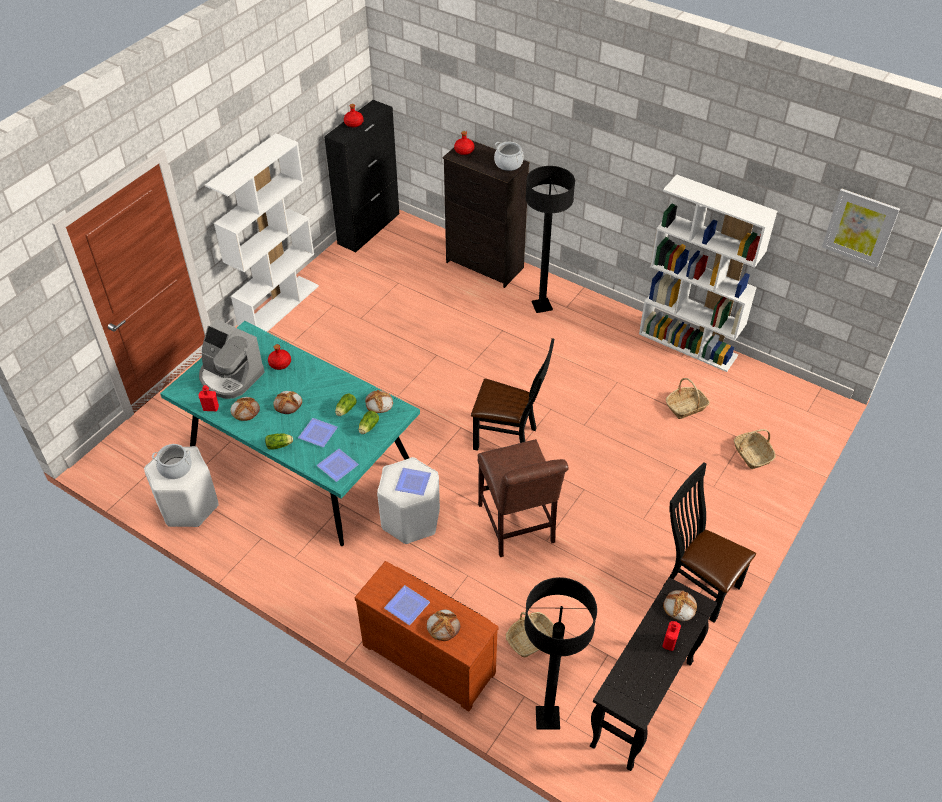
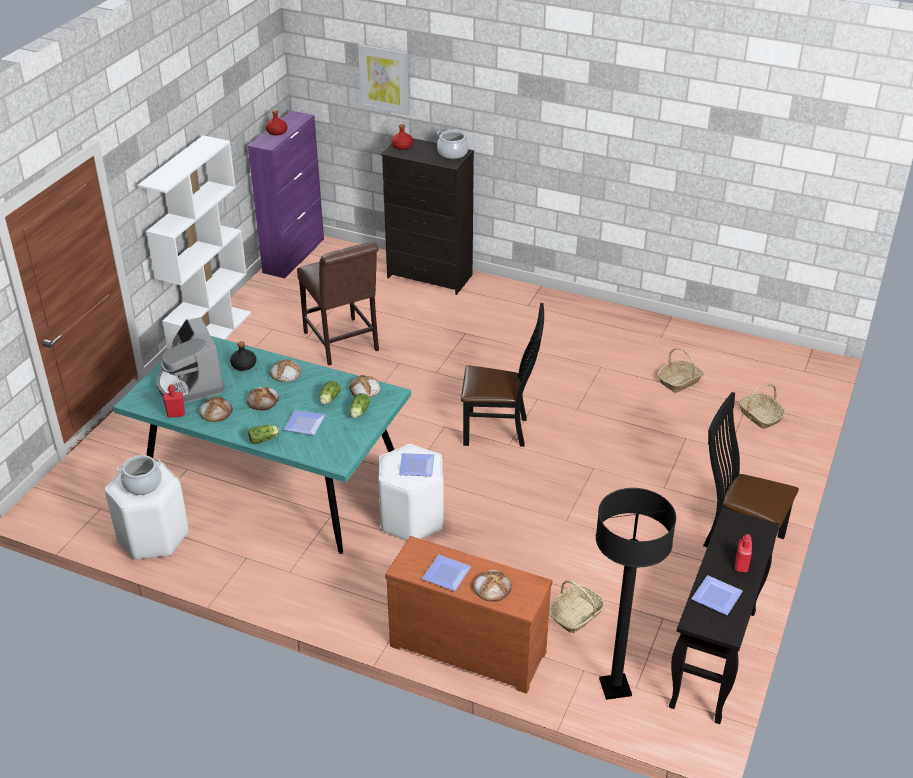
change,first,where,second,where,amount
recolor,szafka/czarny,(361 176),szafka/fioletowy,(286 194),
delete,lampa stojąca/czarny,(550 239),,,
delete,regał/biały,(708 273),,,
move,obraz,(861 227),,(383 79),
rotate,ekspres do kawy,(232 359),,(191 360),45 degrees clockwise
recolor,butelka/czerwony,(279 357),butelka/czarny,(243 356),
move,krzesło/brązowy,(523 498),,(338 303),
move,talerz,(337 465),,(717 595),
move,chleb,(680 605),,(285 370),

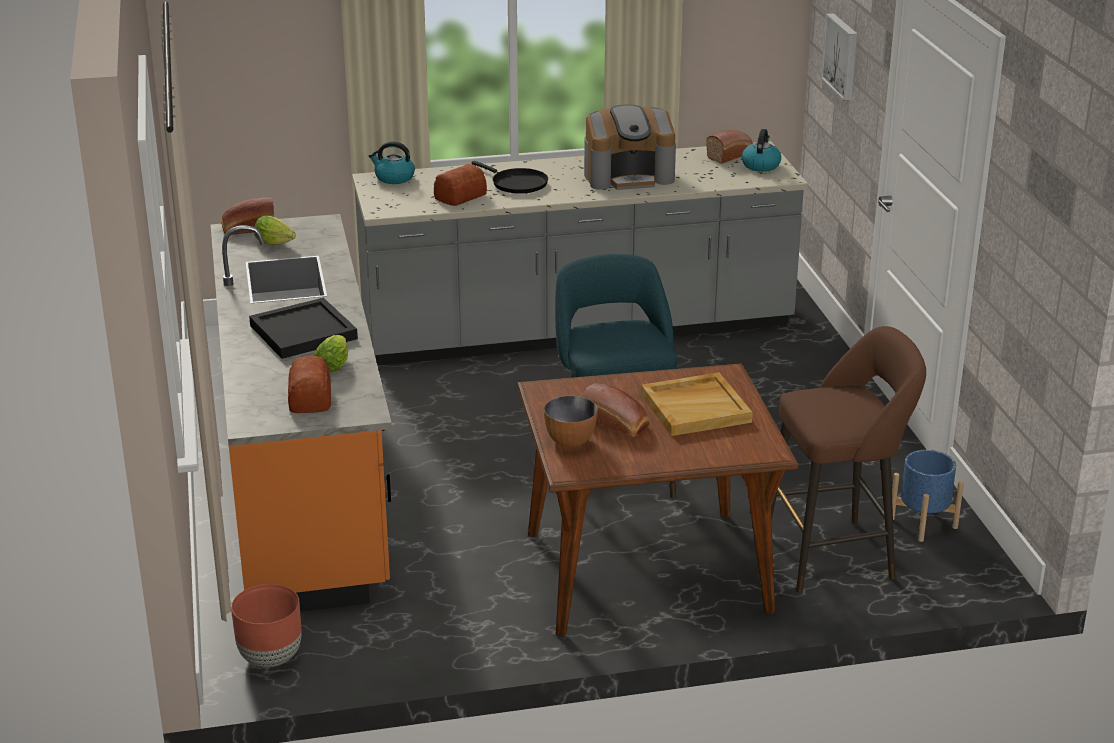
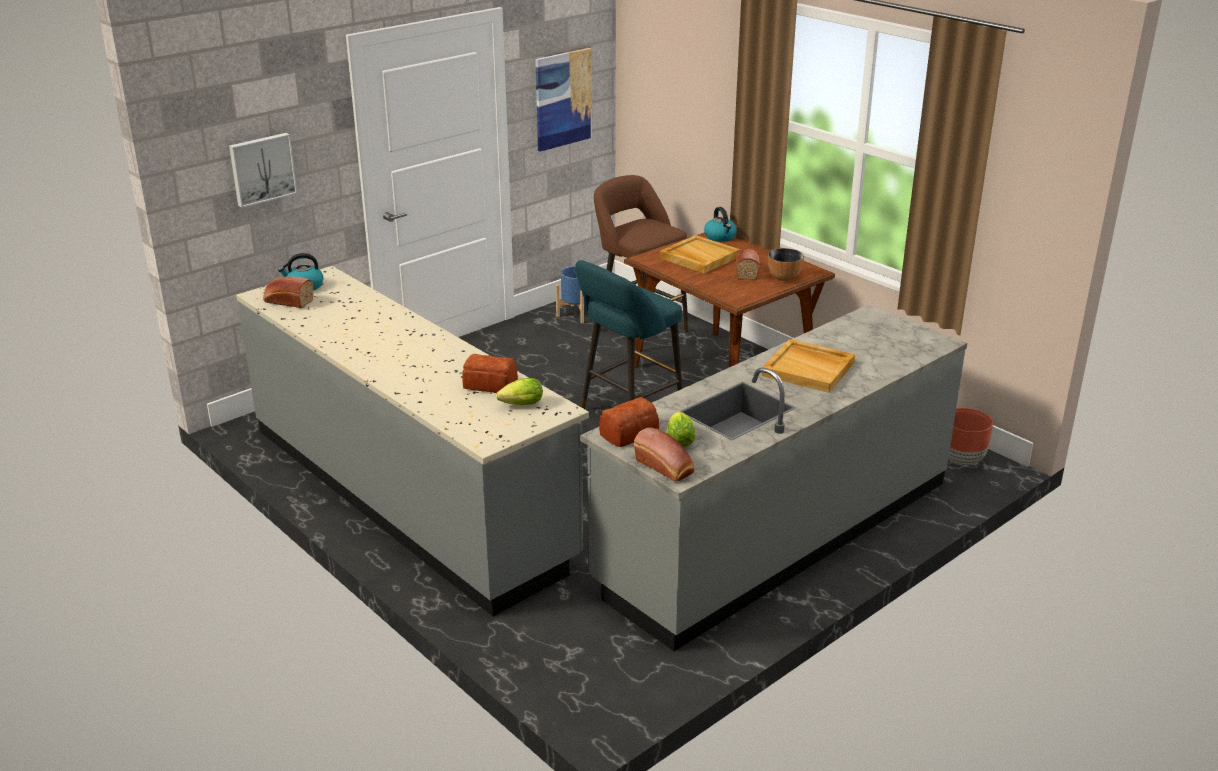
change,first,where,second,where,amount
delete,ekspres do kawy,(630 147),,,
move,czajnik,(392 163),,(720 224),
delete,patelnia/czarny,(510 177),,,
recolor,zabudowa kuchenna/pomarańczowy,(301 413),zabudowa kuchenna/szary,(773 477),
recolor,taca/czarny,(303 328),taca/beżowy,(808 366),
move,sałata,(331 353),,(519 391),
move,chleb,(309 384),,(629 422),
insert,,,obraz,(563 100),

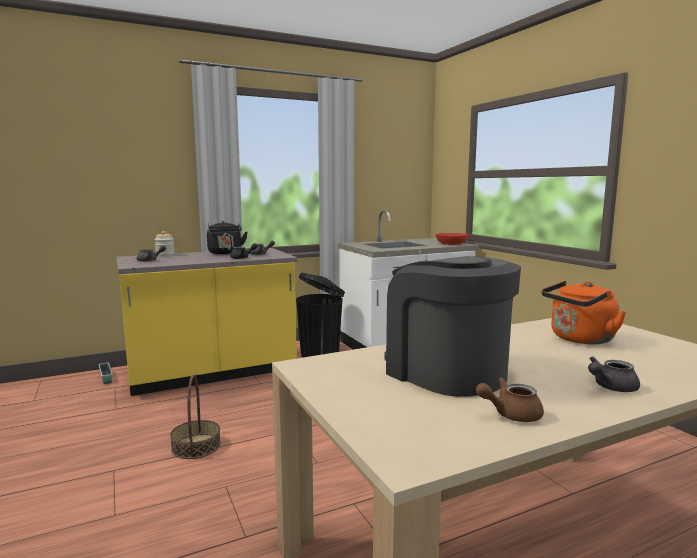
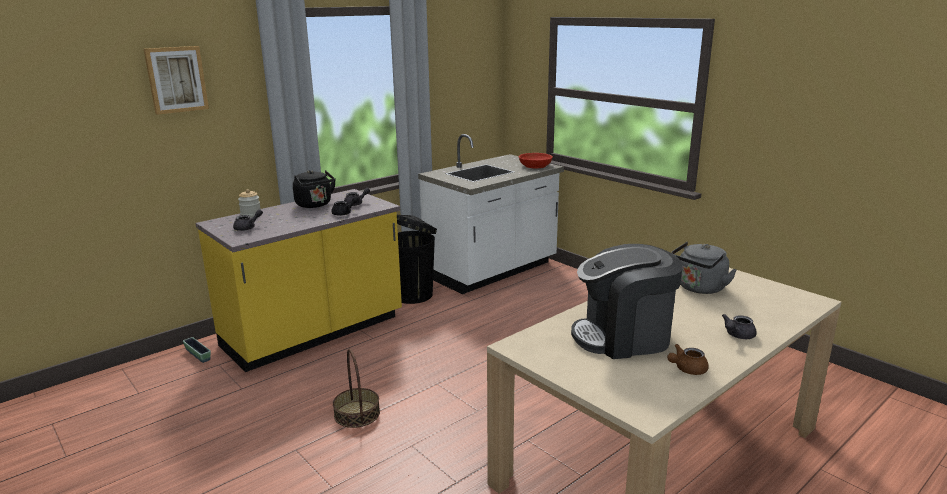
change,first,where,second,where,amount
rotate,ekspres do kawy,(453 326),,(627 301),45 degrees counterclockwise
recolor,czajnik/pomarańczowy,(584 313),czajnik/szary,(704 268),
insert,,,obraz,(176 80),

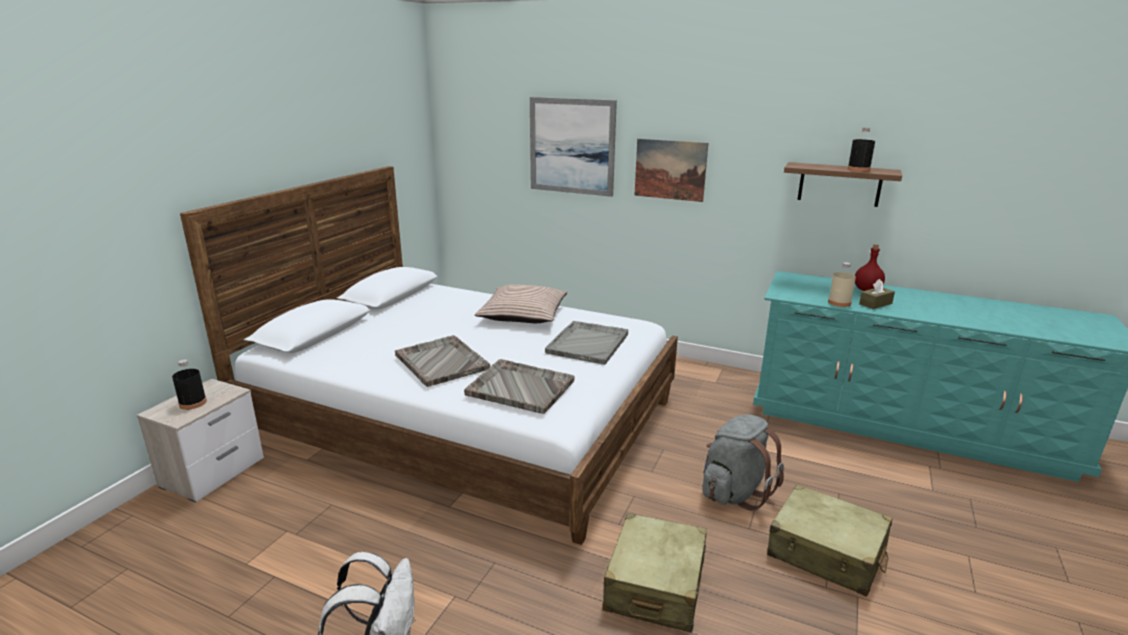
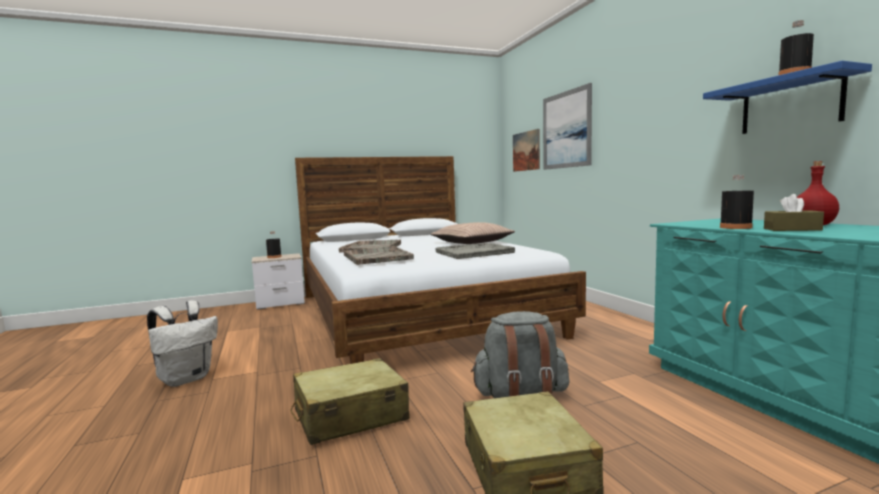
change,first,where,second,where,amount
move,obraz,(671 170),,(526 150),
recolor,półka/brązowy,(843 184),półka/niebieski,(787 97),
recolor,butelka/beżowy,(842 284),butelka/czarny,(737 202),

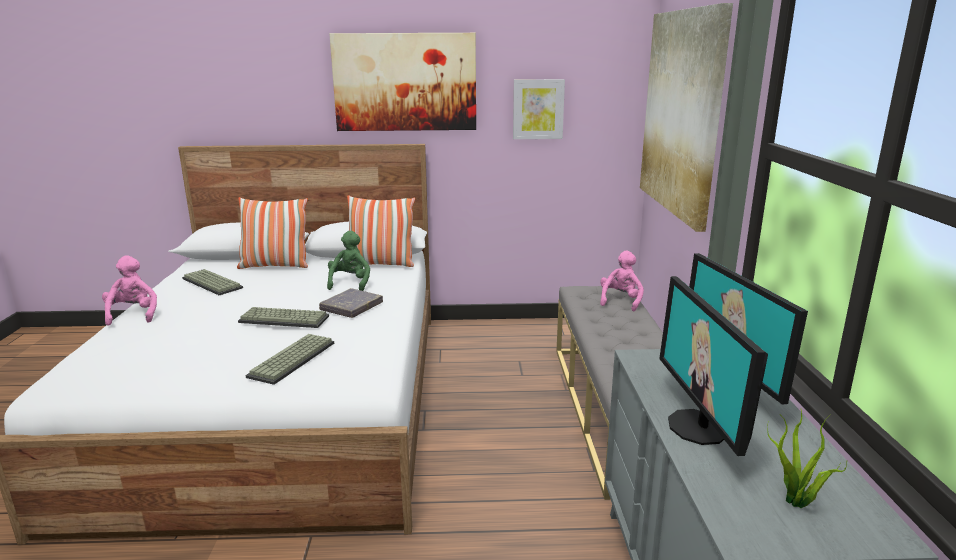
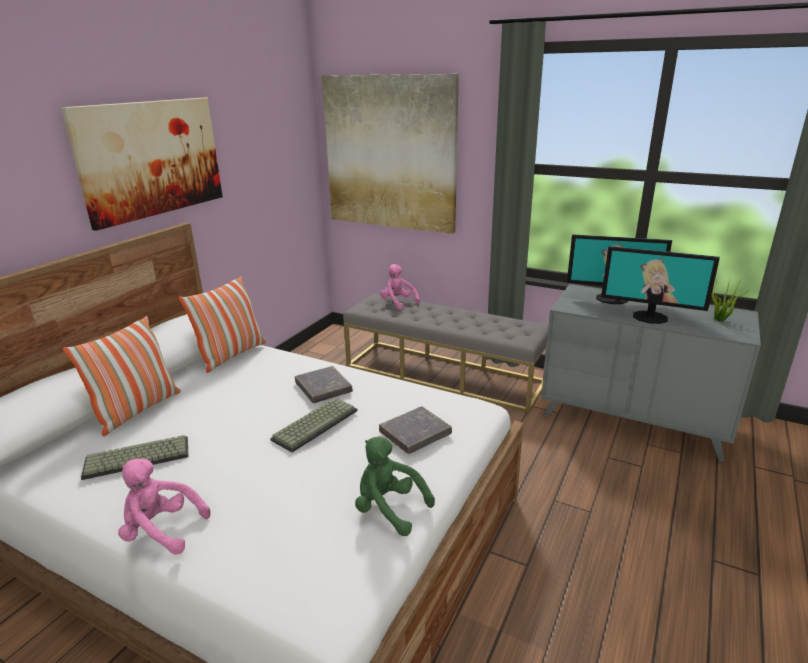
change,first,where,second,where,amount
delete,obraz,(539 109),,,
move,pluszak/zielony,(348 261),,(395 486),
replace,klawiatura,(290 359),książka/szary,(415 430),

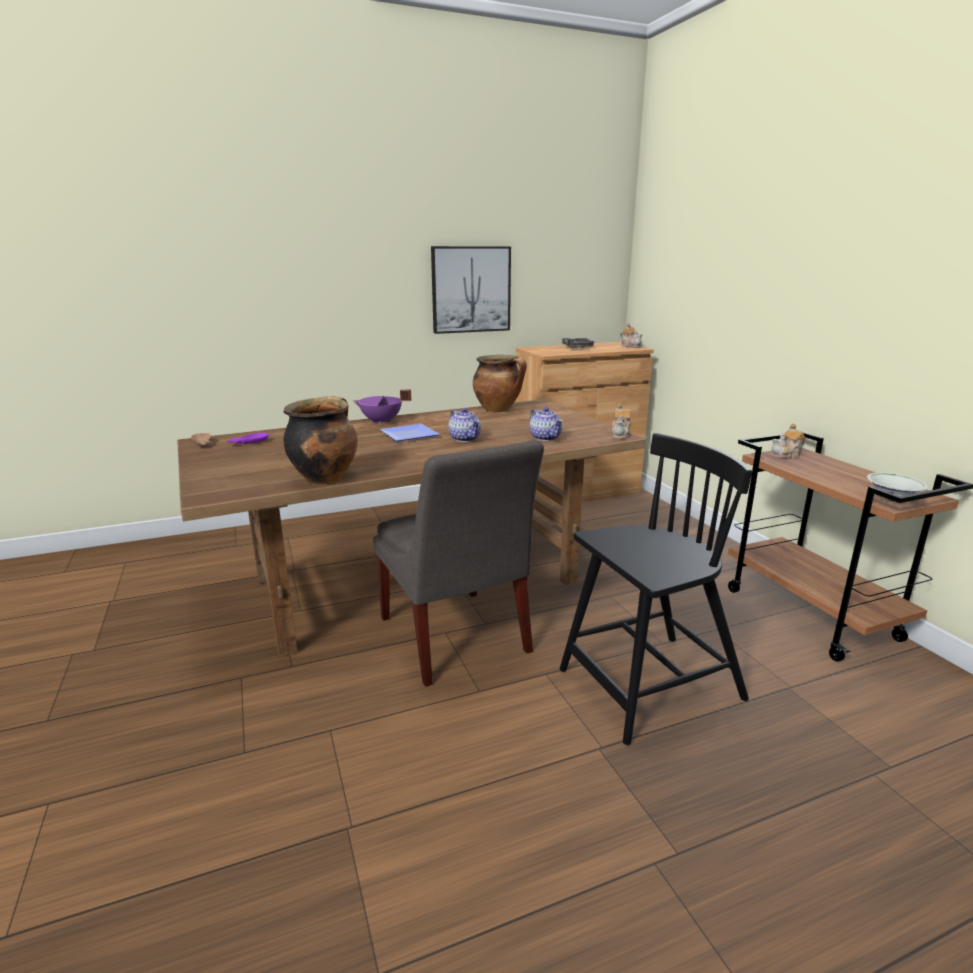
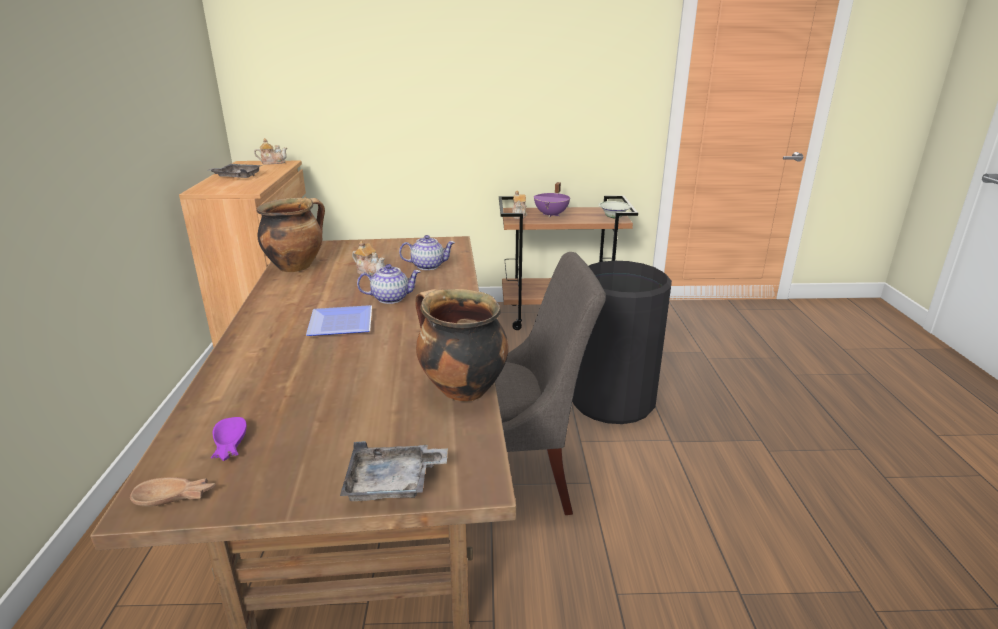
change,first,where,second,where,amount
delete,obraz,(471 290),,,
move,garnek/fioletowy,(382 407),,(552 200),
move,imbryk,(621 421),,(368 258),
replace,krzesło/czarny,(656 589),kosz na śmieci/czarny,(622 342),
insert,,,taca/szary,(394 471),

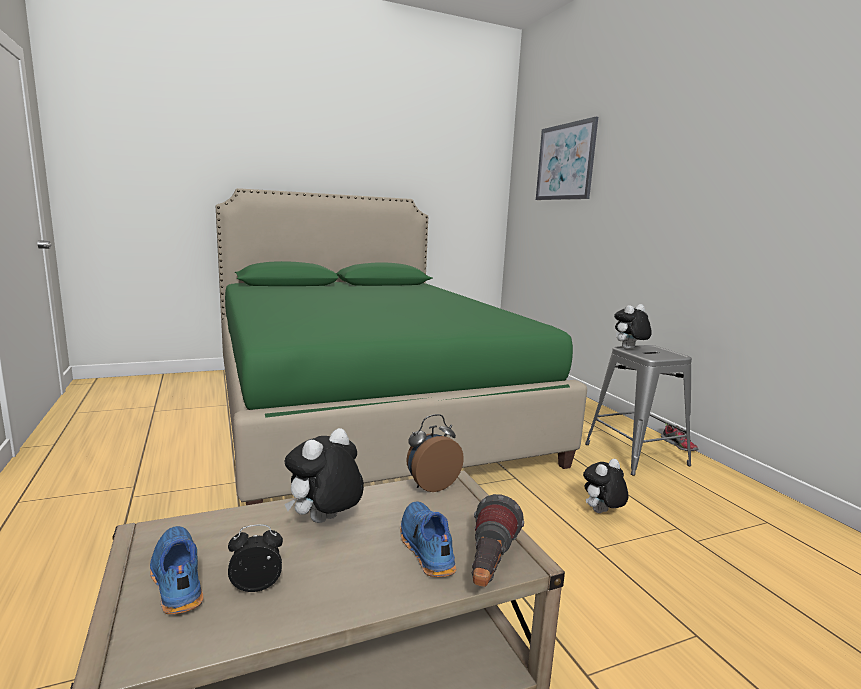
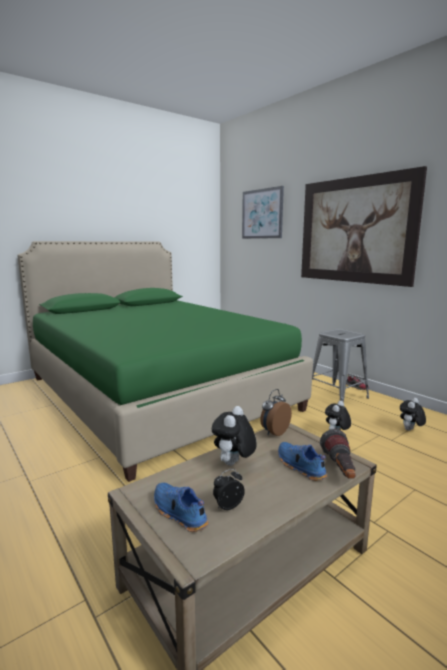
change,first,where,second,where,amount
move,pluszak,(633 326),,(413 414),
insert,,,obraz,(364 226),

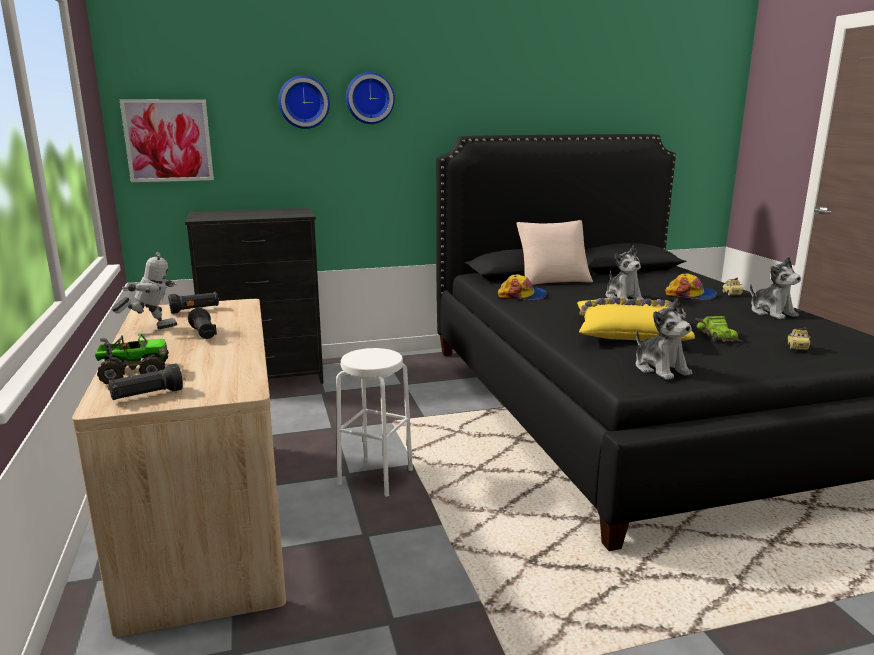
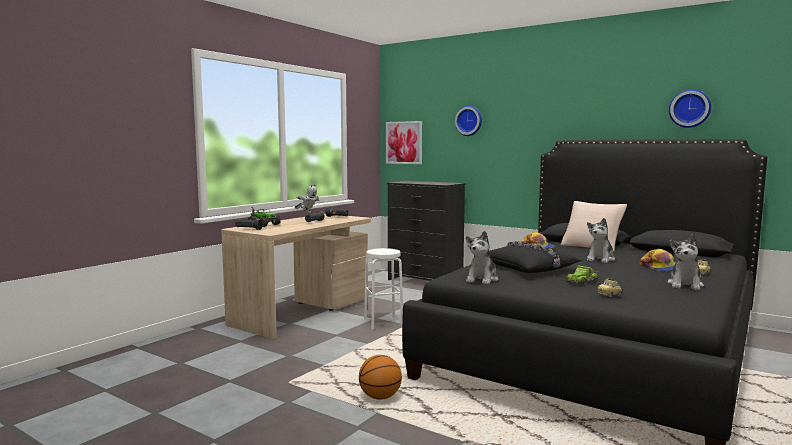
change,first,where,second,where,amount
move,zegar ścienny,(370 98),,(690 108),
recolor,poduszka/żółty,(636 319),poduszka/czarny,(535 257),
insert,,,piłka do koszykówki,(380 377),

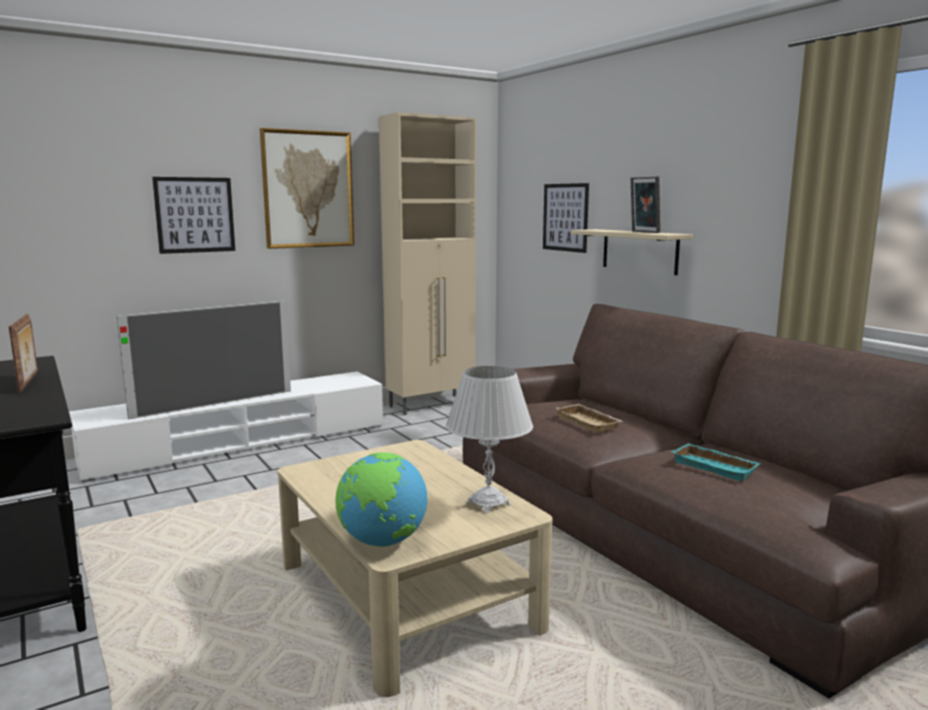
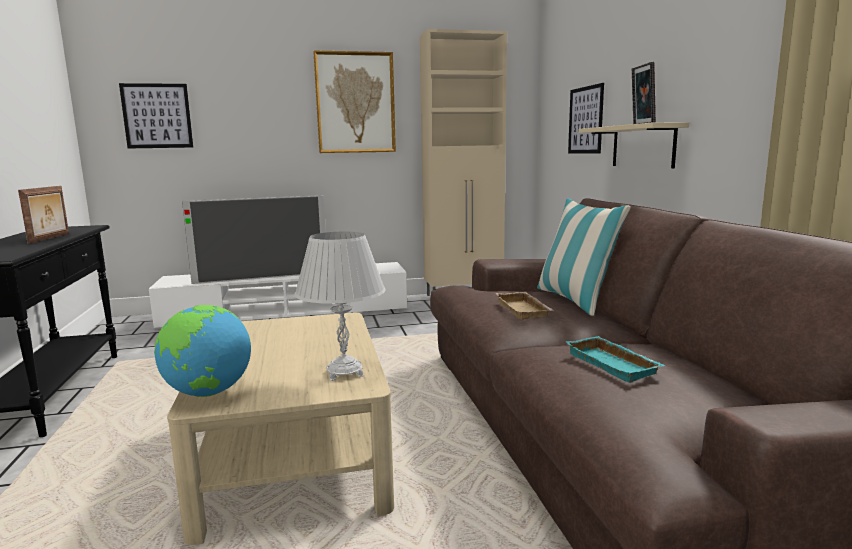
change,first,where,second,where,amount
move,obraz,(193 215),,(156 116),
insert,,,poduszka,(584 257),

